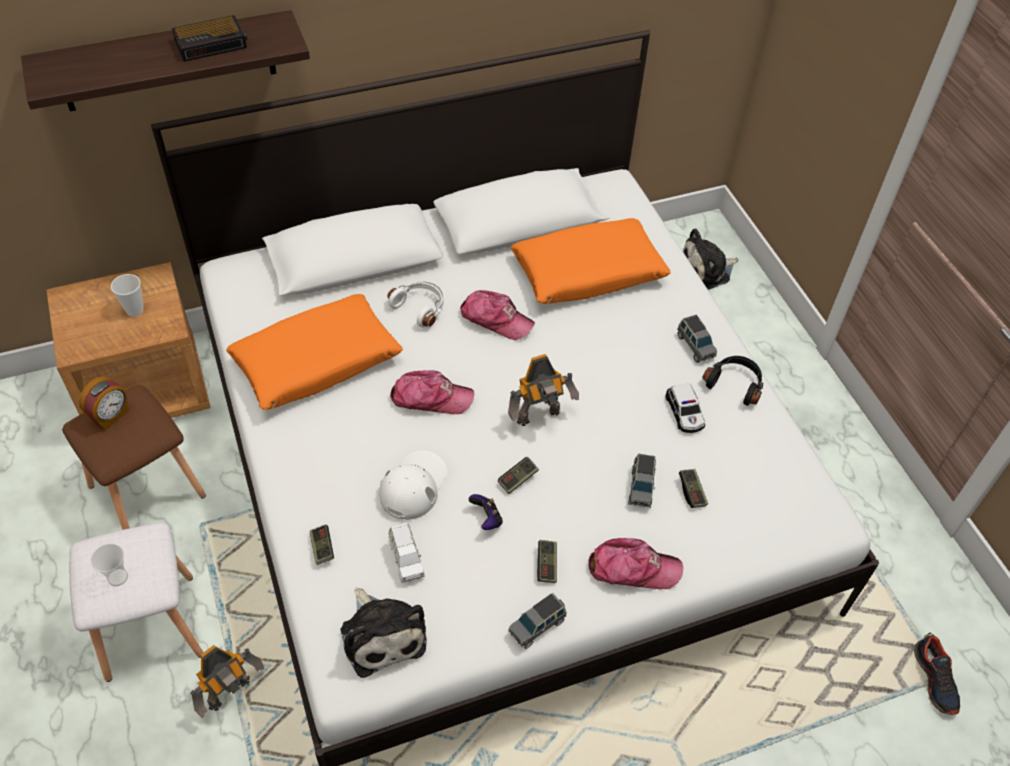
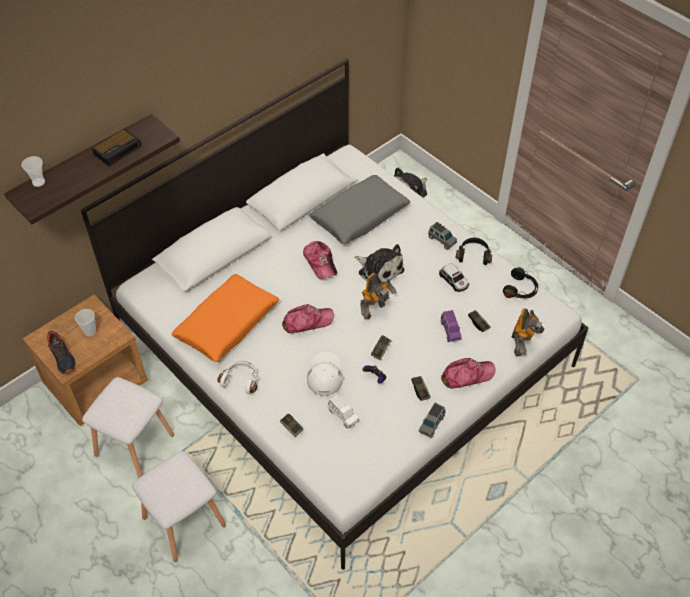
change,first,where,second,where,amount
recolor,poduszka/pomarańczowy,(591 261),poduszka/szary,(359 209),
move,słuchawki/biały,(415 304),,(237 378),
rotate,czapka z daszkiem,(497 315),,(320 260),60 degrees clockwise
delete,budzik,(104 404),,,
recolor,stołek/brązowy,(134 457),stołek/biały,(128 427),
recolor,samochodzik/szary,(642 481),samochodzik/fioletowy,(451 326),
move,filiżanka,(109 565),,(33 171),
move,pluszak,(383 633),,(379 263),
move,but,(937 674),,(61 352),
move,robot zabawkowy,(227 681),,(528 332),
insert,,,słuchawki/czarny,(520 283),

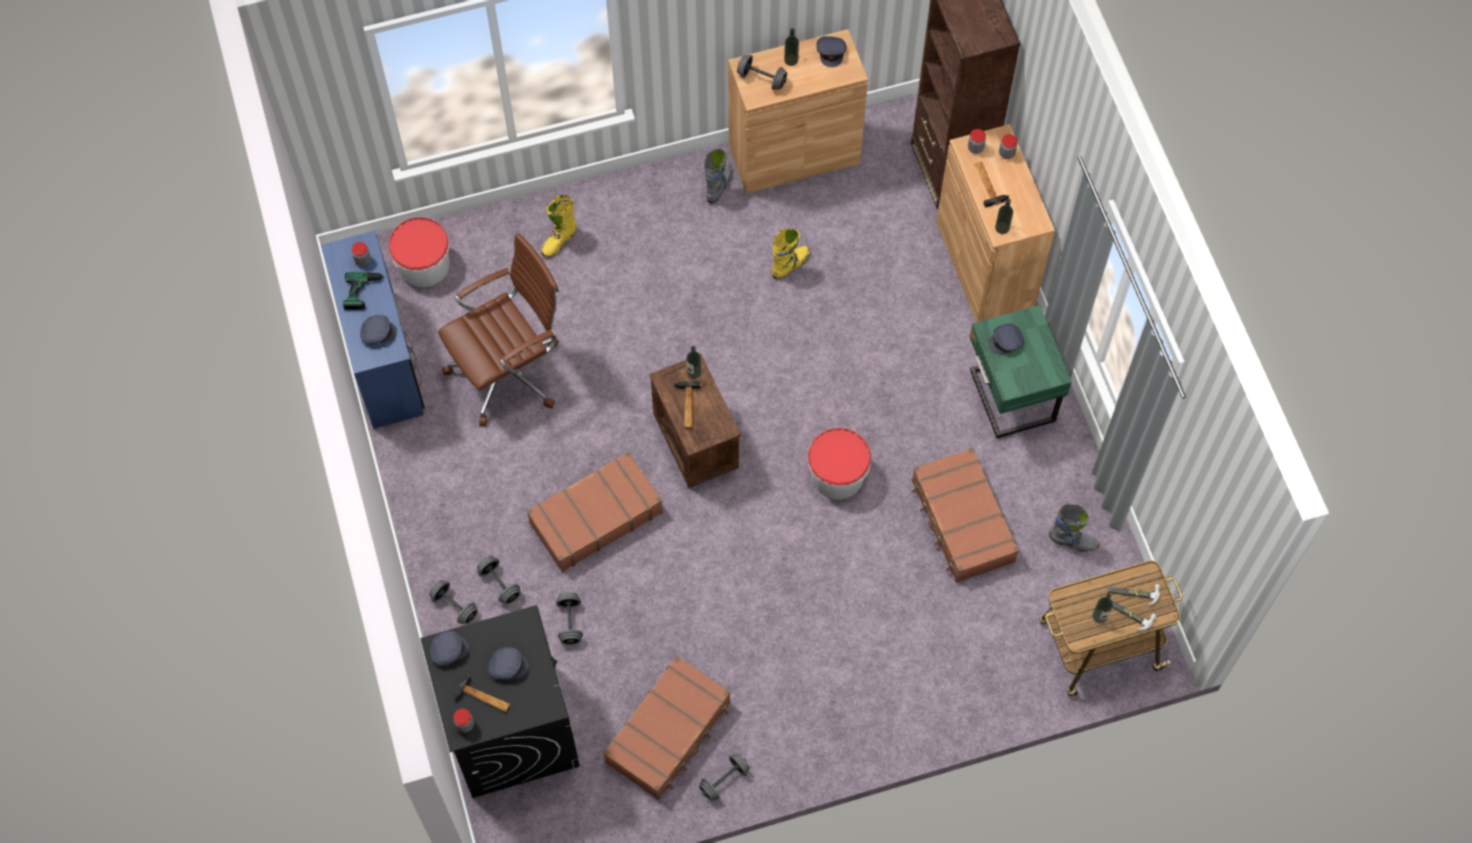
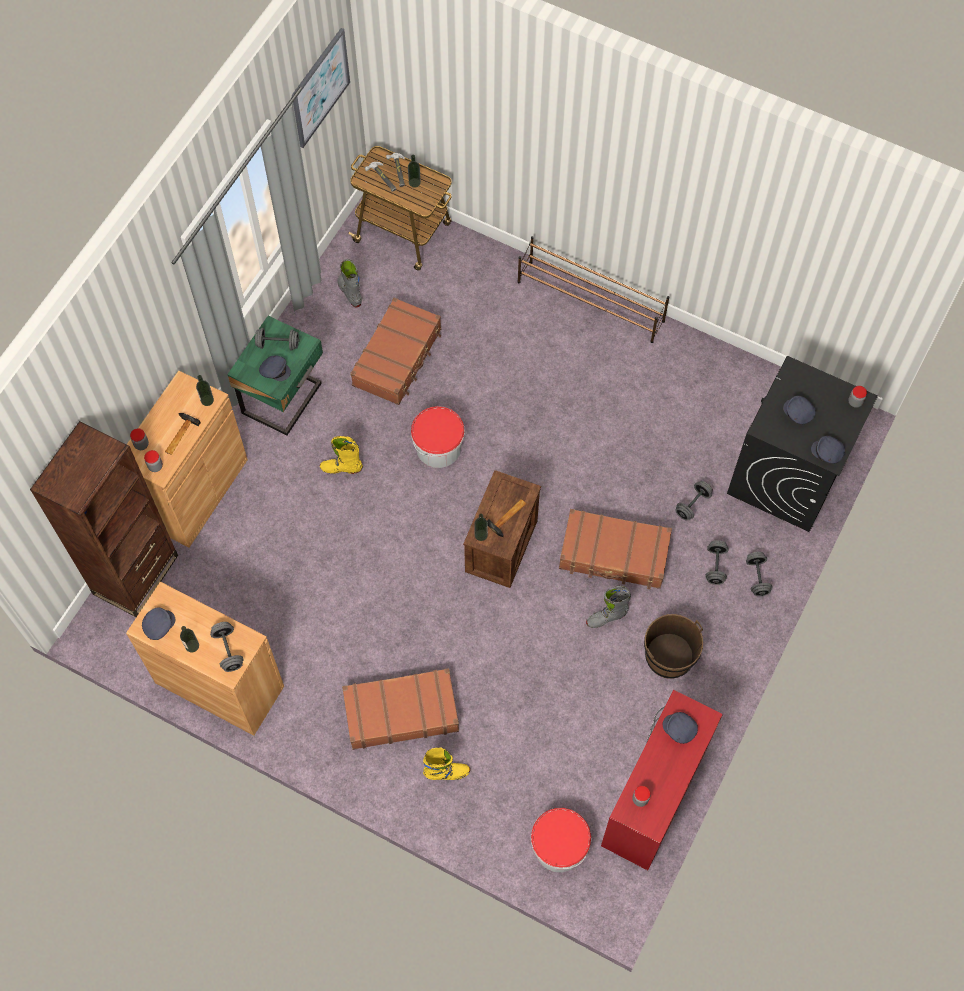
change,first,where,second,where,amount
move,but z cholewką/szary,(718 176),,(608 607),
move,but z cholewką/żółty,(791 253),,(341 455),
recolor,biurko/niebieski,(373 330),biurko/czerwony,(662 780),
delete,krzesło biurowe/brązowy,(498 329),,,
delete,wiertarka,(364 291),,,
move,walizka/brązowy,(667 728),,(400 709),
delete,młotek,(482 693),,,
move,hantel/szary,(724 777),,(277 339),
insert,,,obraz,(321 88),
insert,,,regał na buty/brązowy,(593 289),
insert,,,wiadro/brązowy,(673 646),

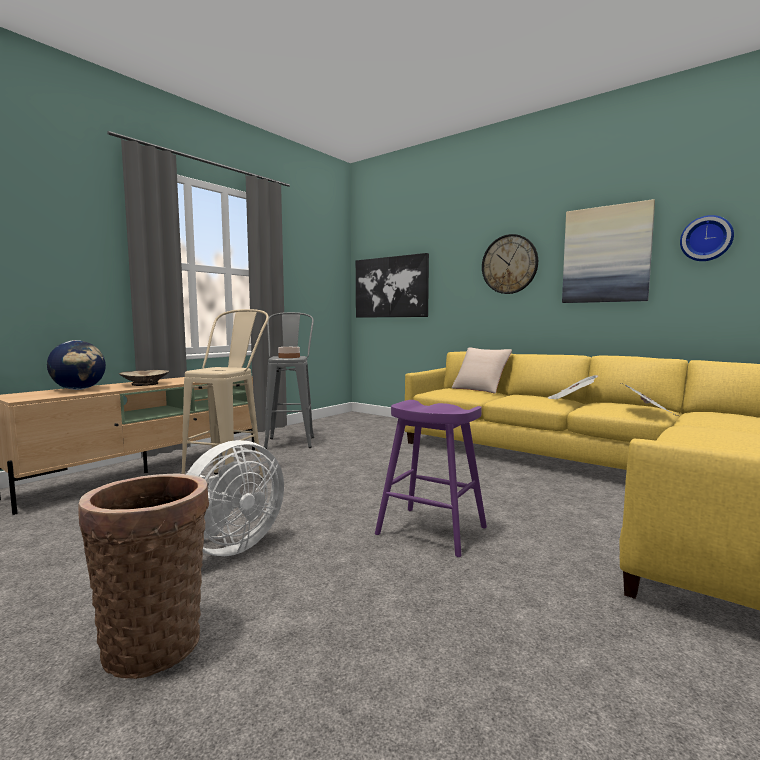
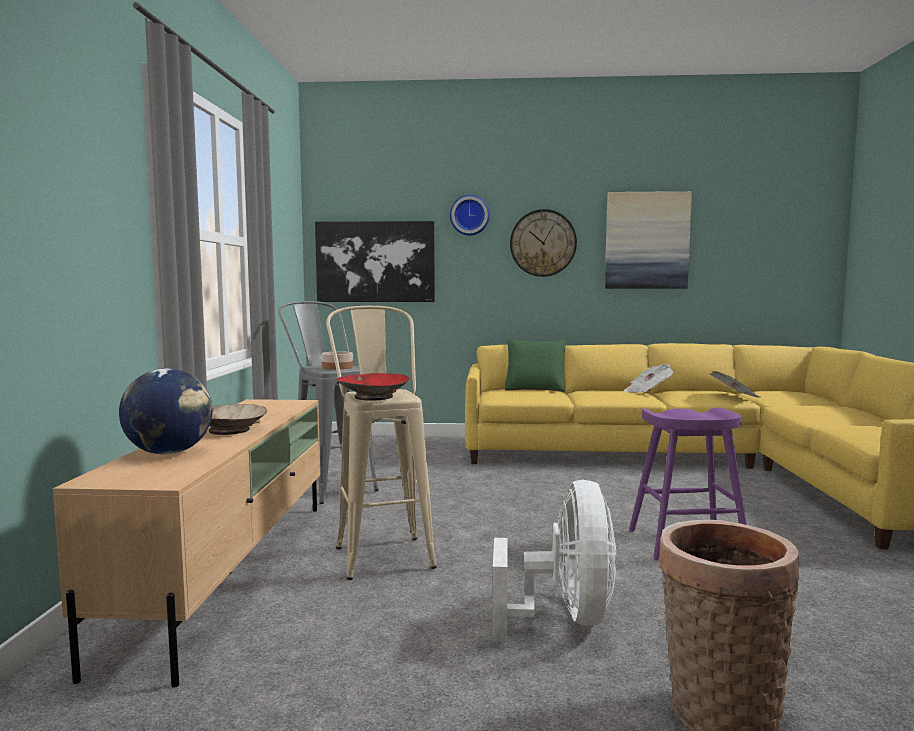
change,first,where,second,where,amount
move,zegar ścienny,(707 238),,(470 215),
recolor,poduszka/beżowy,(482 370),poduszka/zielony,(535 366),
insert,,,miska/czerwony,(373 387),

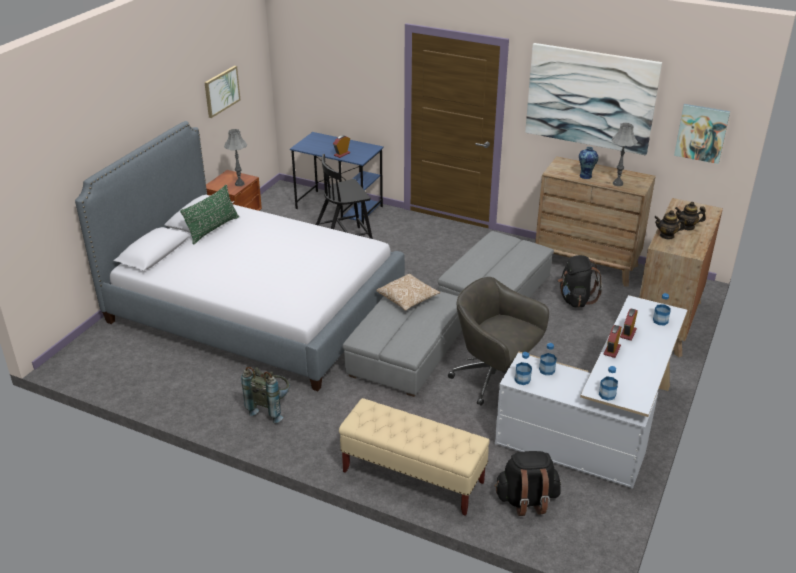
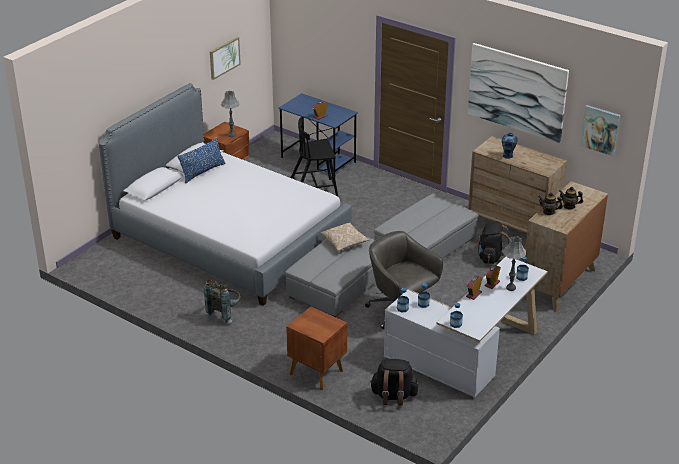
change,first,where,second,where,amount
move,lampa stołowa/szary,(625 154),,(514 263),
recolor,poduszka/zielony,(209 215),poduszka/niebieski,(201 160),
replace,ławka/beżowy,(414 457),szafka nocna/brązowy,(316 348),

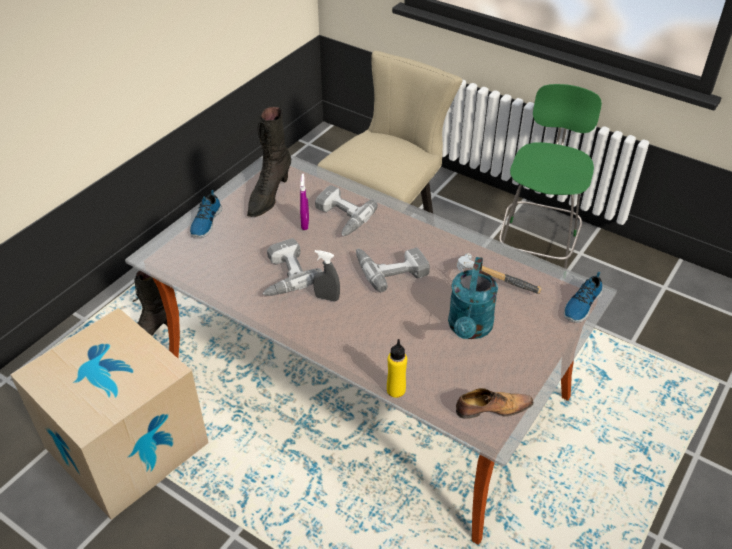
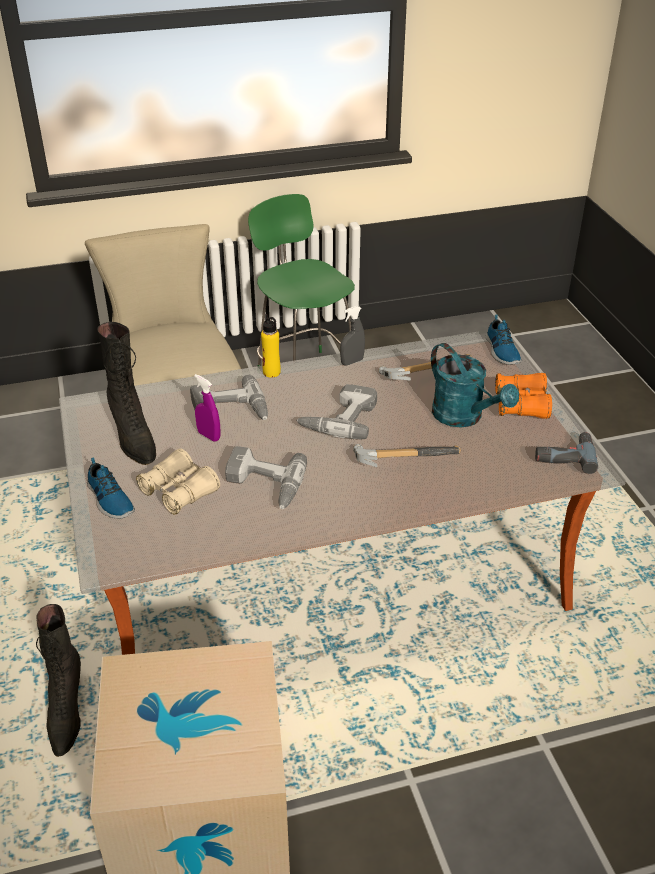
change,first,where,second,where,amount
move,spryskiwacz/szary,(326 276),,(352 336),
move,butelka/żółty,(397 368),,(271 346),
replace,but,(495 403),wiertarka,(566 453),
insert,,,lornetka/pomarańczowy,(523 396),
insert,,,młotek,(407 455),
insert,,,lornetka/beżowy,(178 481),

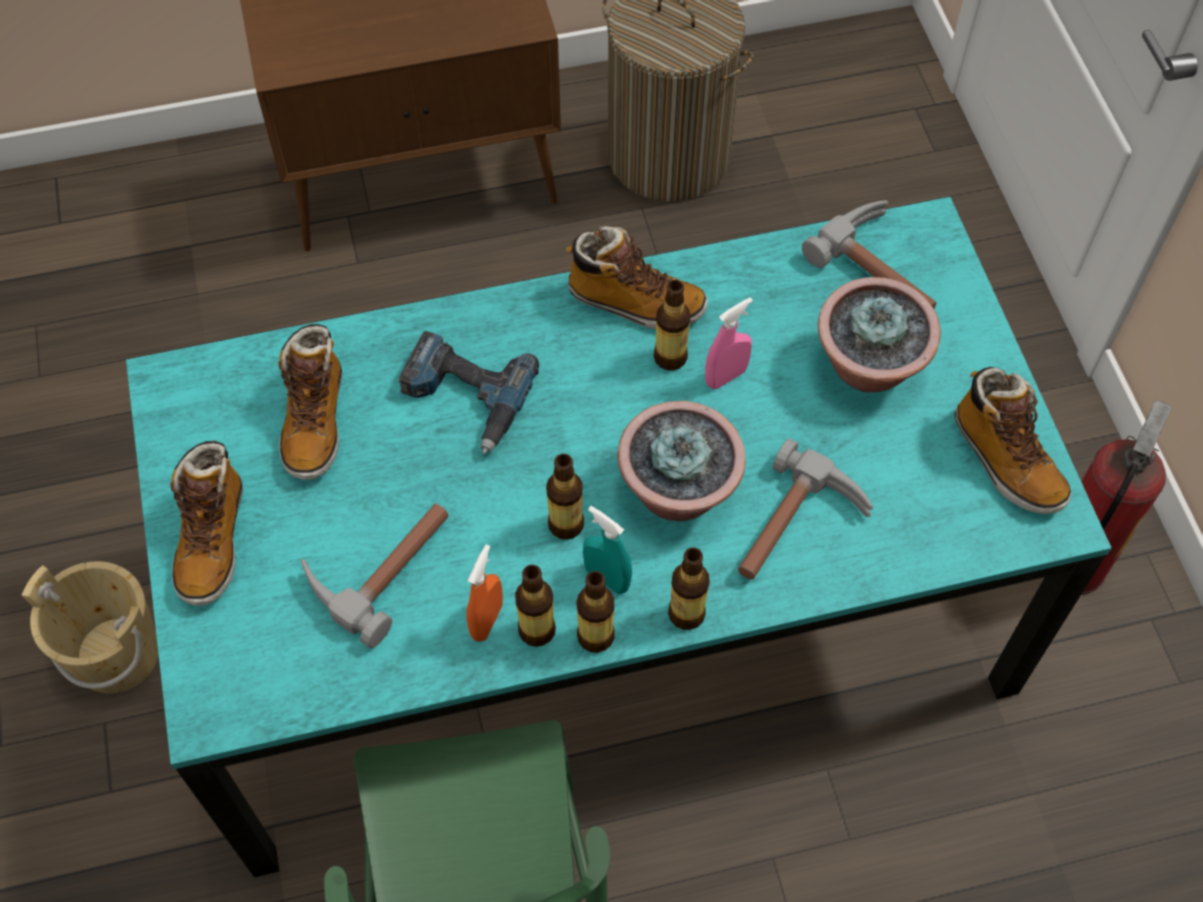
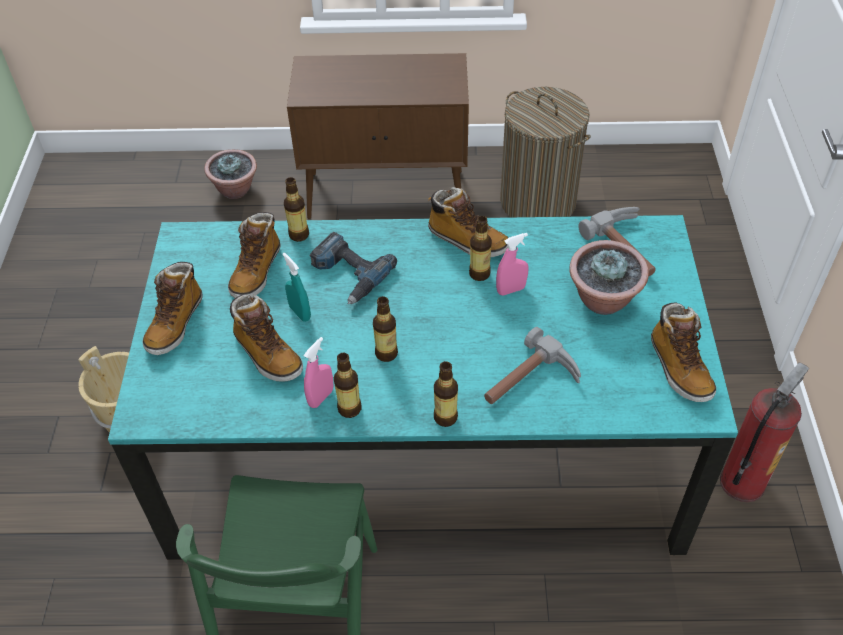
change,first,where,second,where,amount
move,roślina doniczkowa,(681 461),,(230 174),
replace,młotek,(375 576),but z cholewką,(266 338),
move,spryskiwacz/turkusowy,(607 550),,(296 287),
recolor,spryskiwacz/pomarańczowy,(484 593),spryskiwacz/różowy,(318 372),
move,butelka,(595 612),,(296 209),

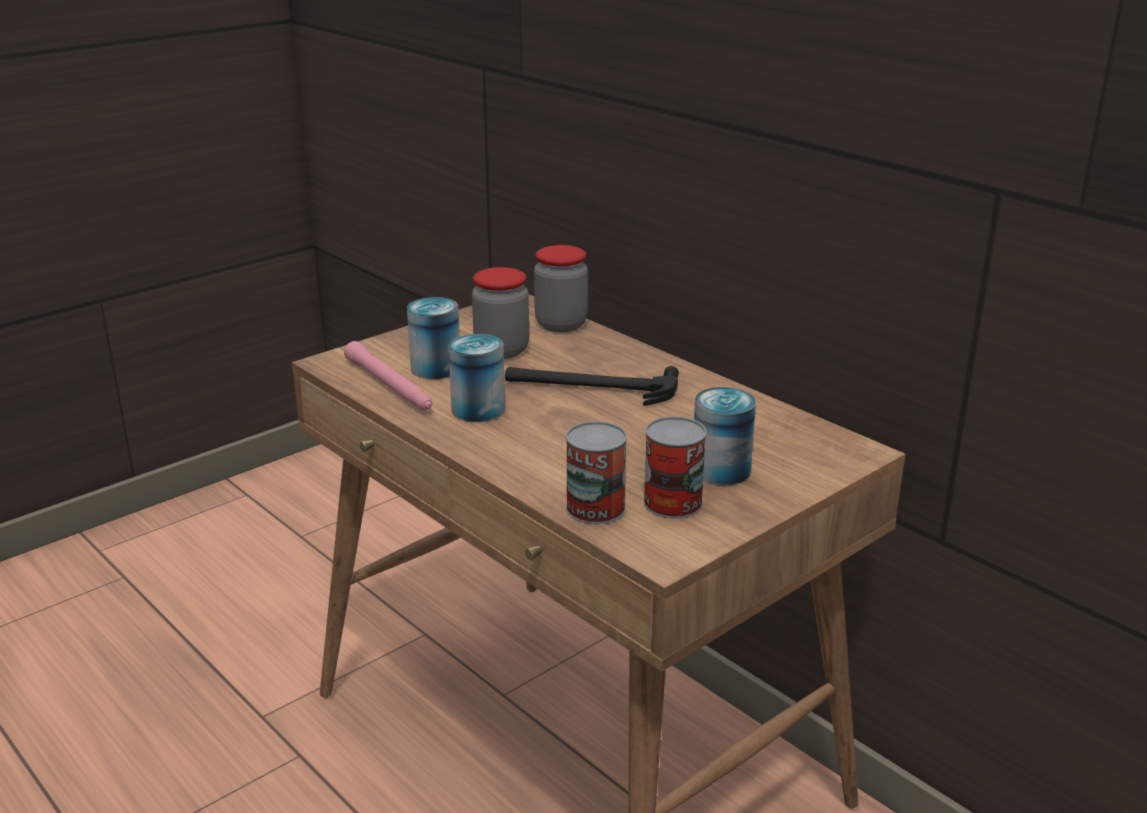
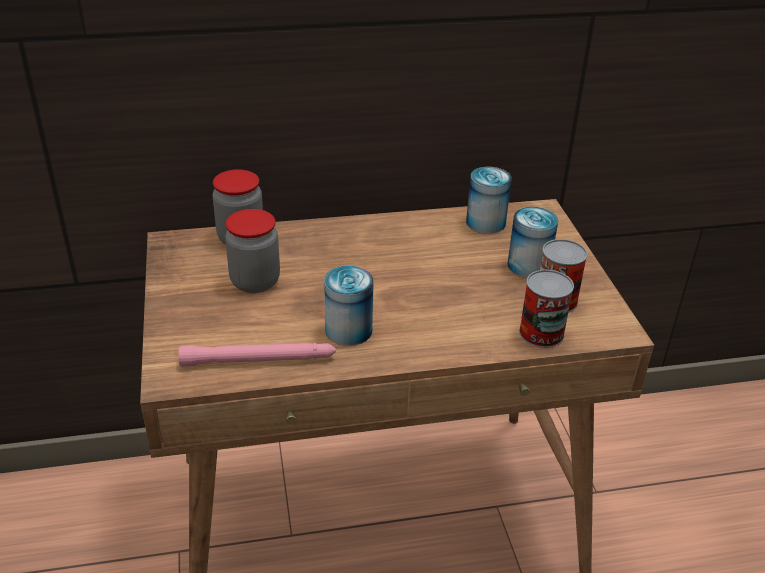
change,first,where,second,where,amount
move,puszka,(433 338),,(489 200),
delete,młotek,(592 386),,,

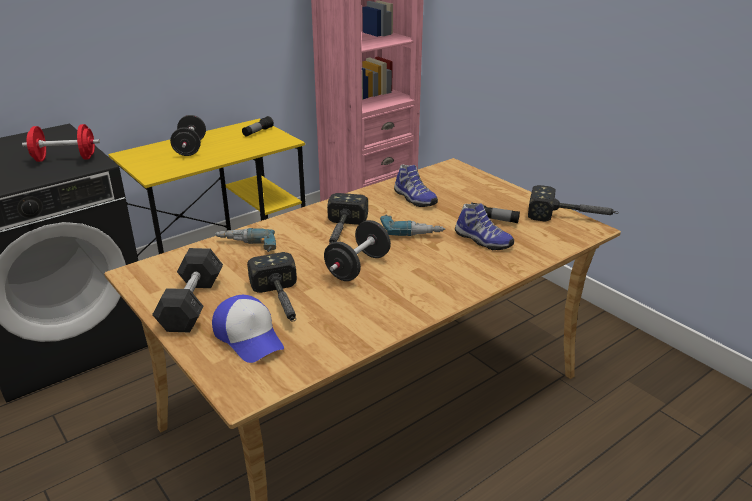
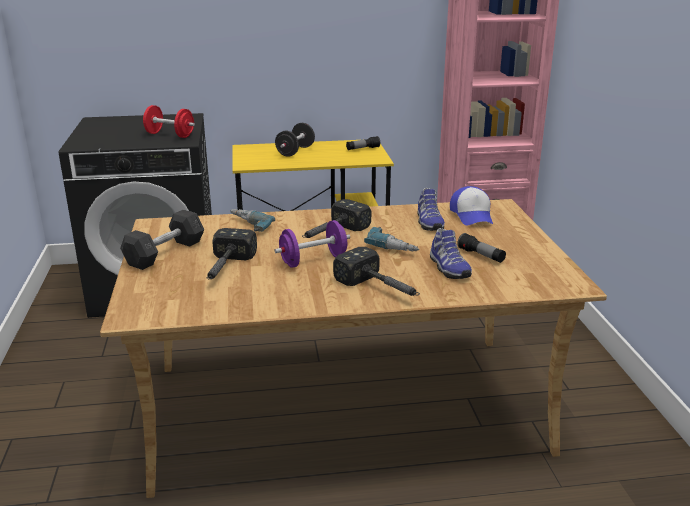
change,first,where,second,where,amount
move,młotek,(573 203),,(376 271),
recolor,hantel/czarny,(357 250),hantel/fioletowy,(312 244),
move,czapka z daszkiem,(248 329),,(471 205),

